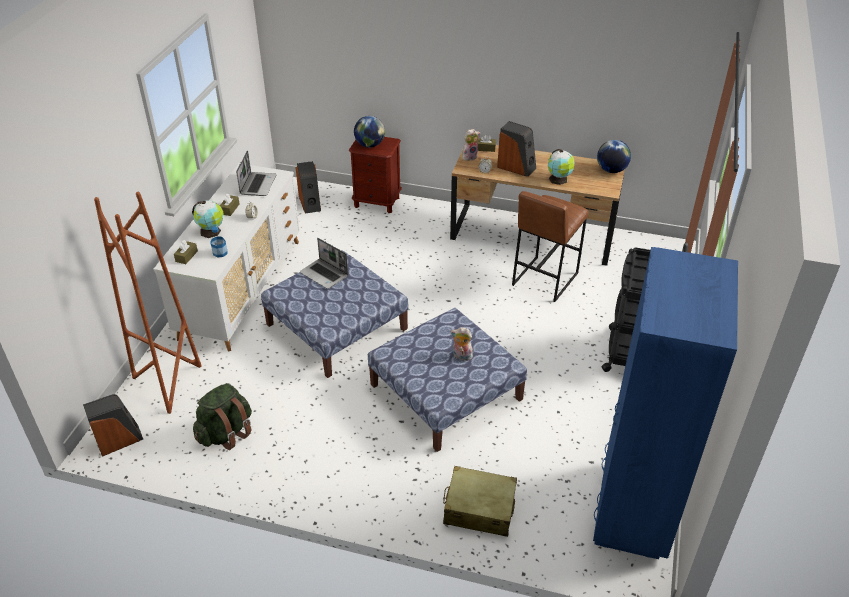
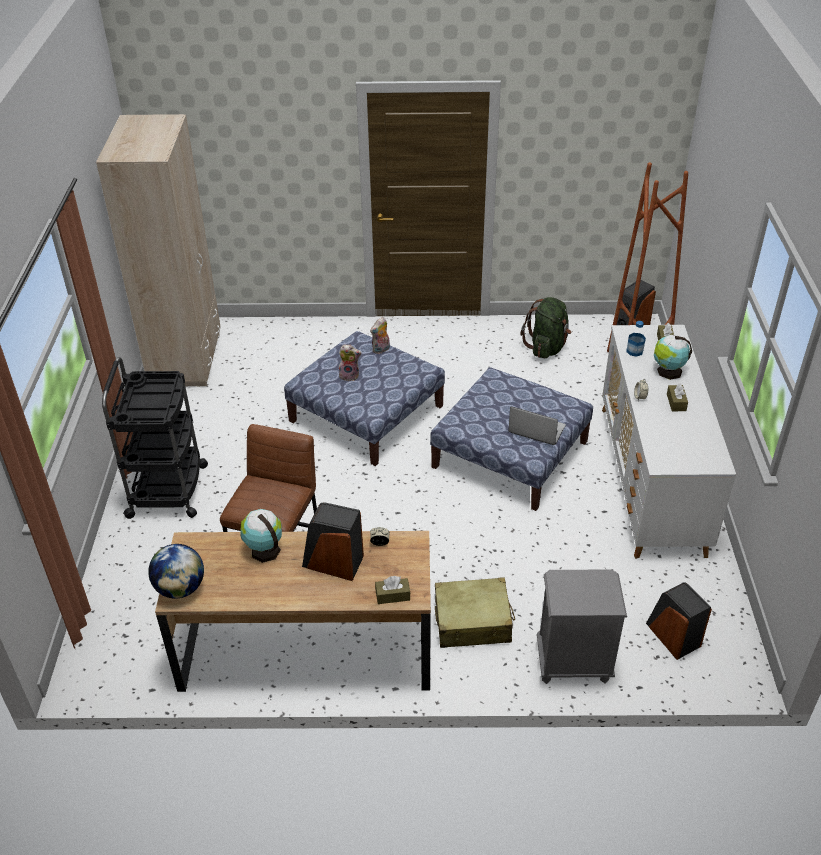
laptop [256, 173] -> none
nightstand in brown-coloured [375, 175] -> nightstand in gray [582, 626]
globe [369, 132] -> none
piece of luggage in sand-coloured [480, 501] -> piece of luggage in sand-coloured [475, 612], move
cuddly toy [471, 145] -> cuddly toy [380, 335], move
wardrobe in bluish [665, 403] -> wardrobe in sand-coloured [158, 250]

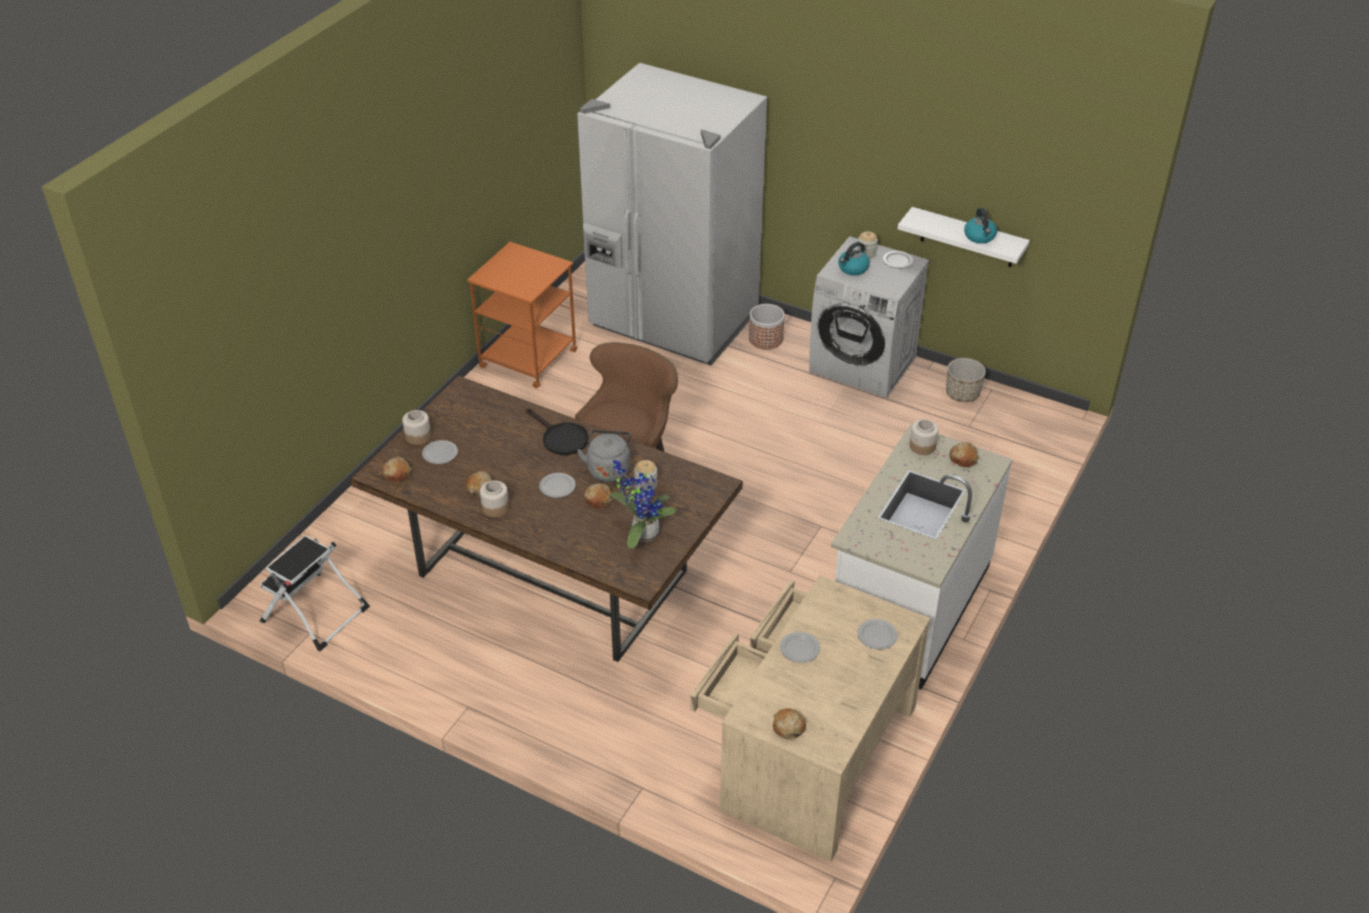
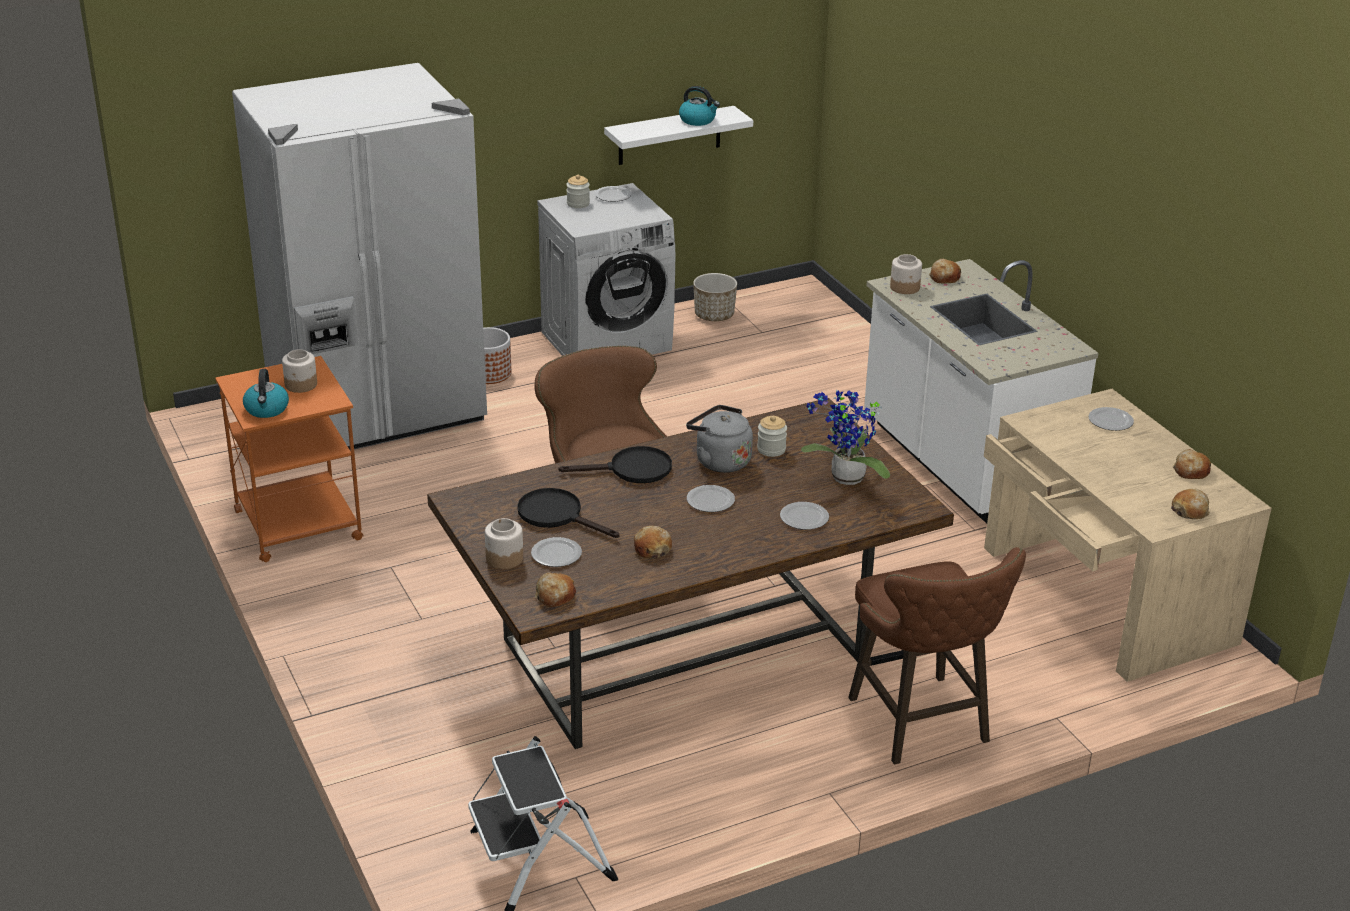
jar [494, 499] -> jar [299, 371], move
baked bread [598, 496] -> baked bread [1192, 464], move
dinner plate [800, 647] -> dinner plate [804, 516], move
kettle [854, 258] -> kettle [266, 393], move
none -> pan in blackish [568, 513]
none -> stool in brown-coloured [937, 656]

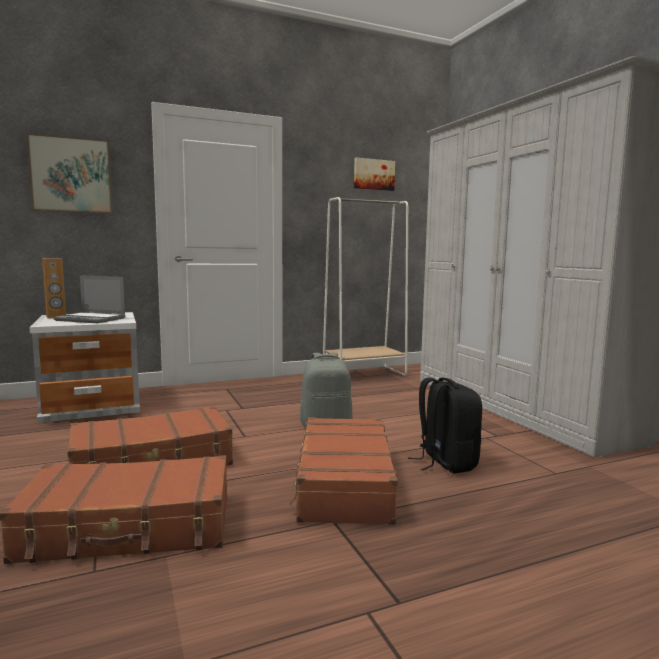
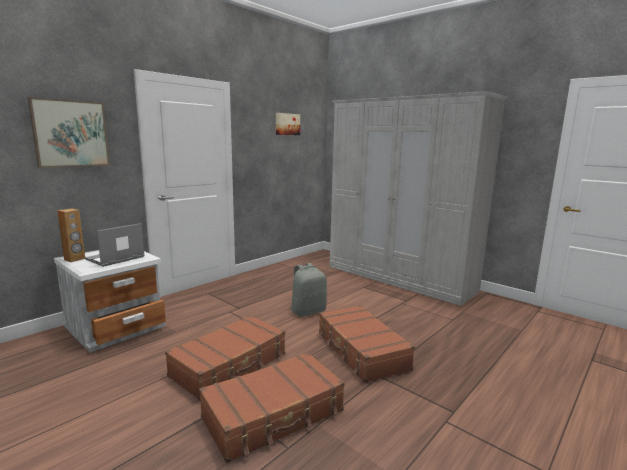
laptop [89, 299] -> laptop [115, 245], 135 degrees clockwise
garment rack [365, 286] -> none
rucksack in blackish [445, 426] -> none

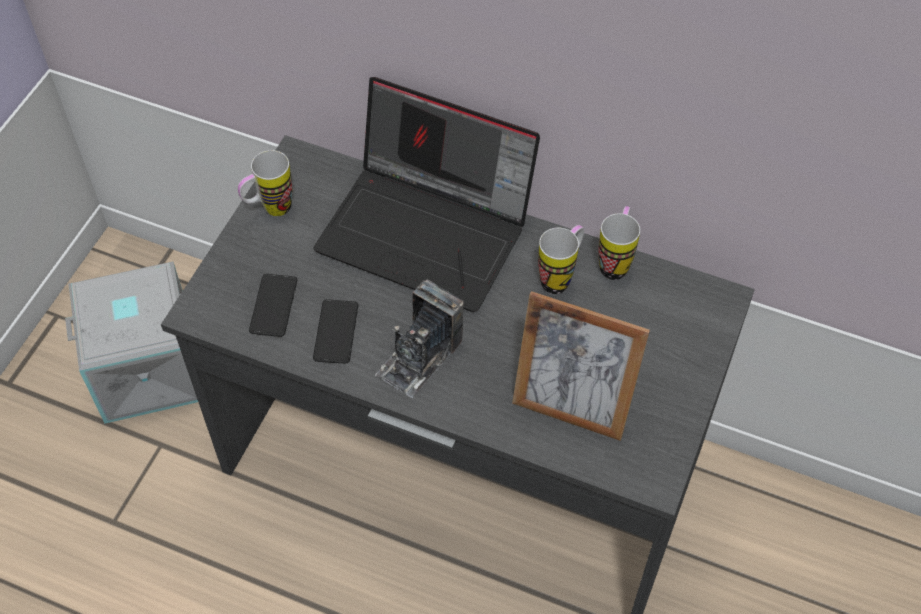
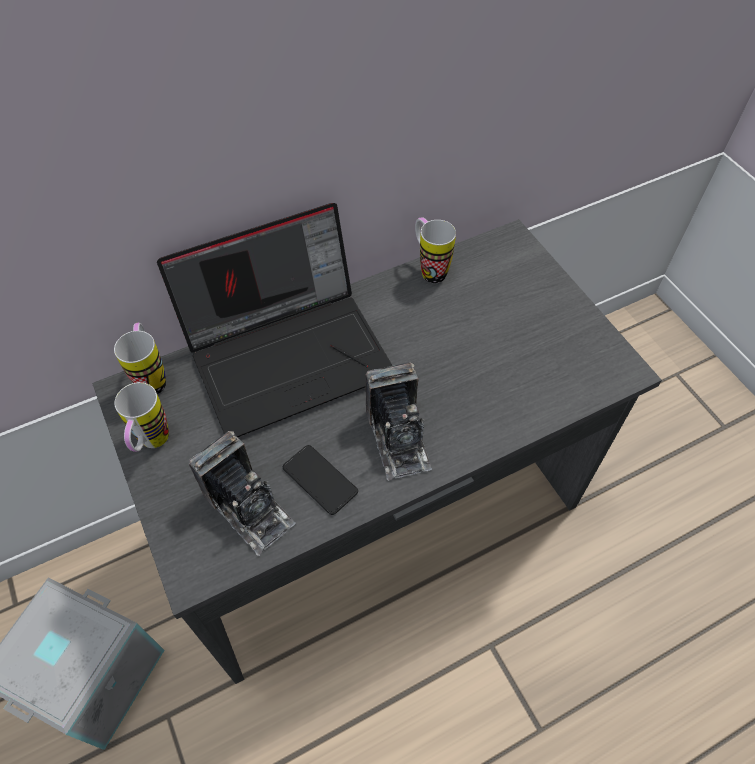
handset [273, 305] -> photo camera [242, 493]
photo frame [581, 366] -> none
coffee mug [561, 259] -> coffee mug [140, 359], move

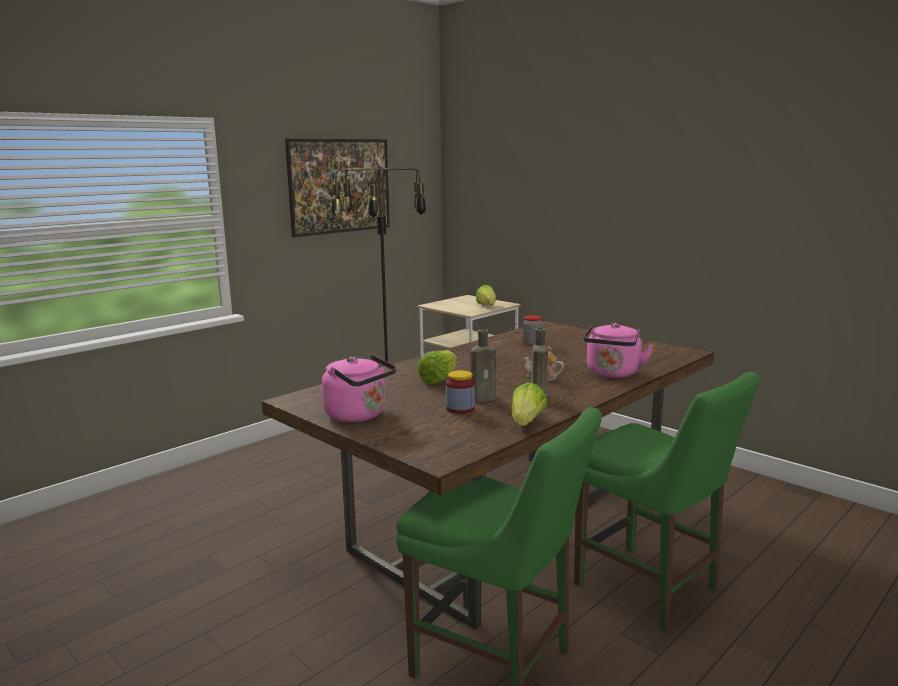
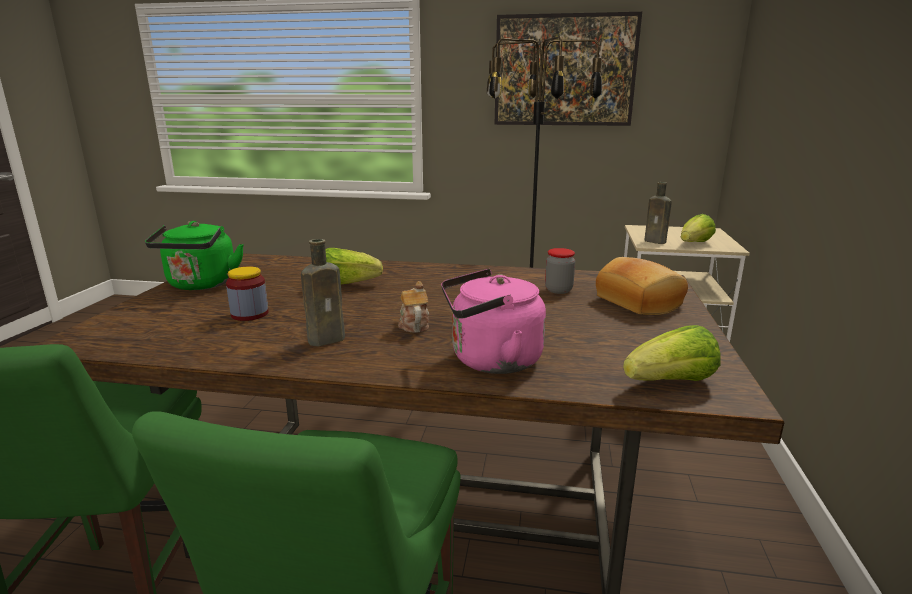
kettle in pink-coloured [359, 388] -> kettle in green-coloured [194, 255]
bottle in brown-coloured [483, 365] -> bottle in brown-coloured [658, 213], move
lettuce [529, 404] -> lettuce [672, 353], move
none -> baked bread [642, 286]

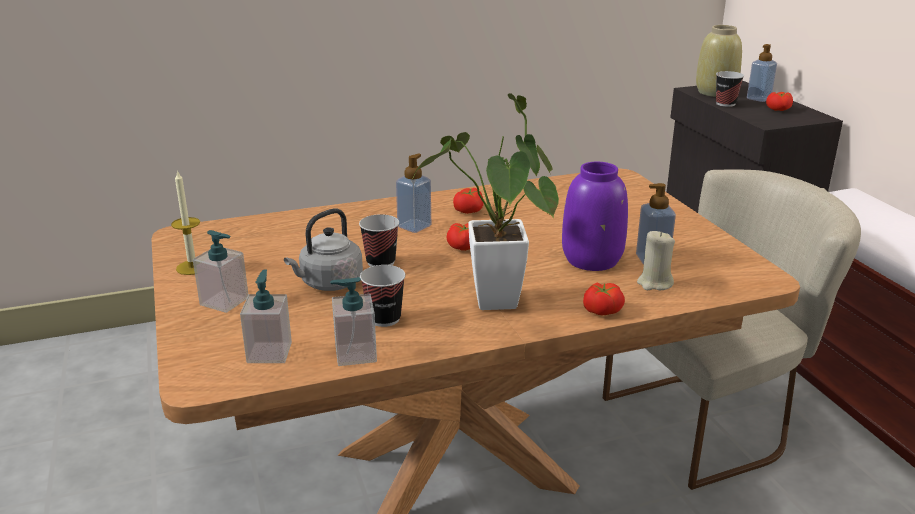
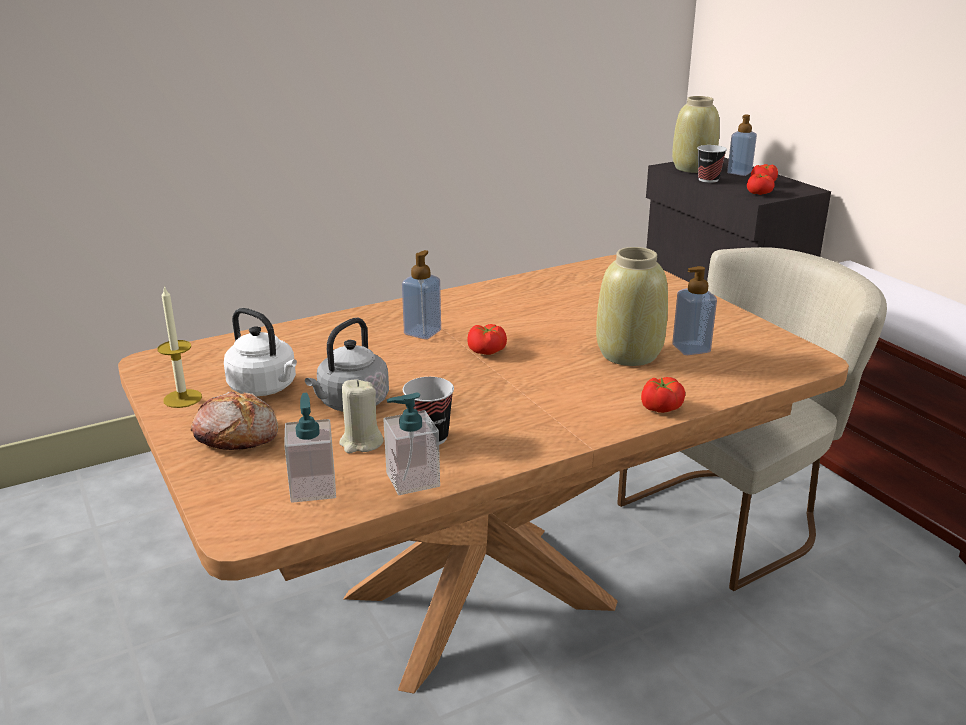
soap dispenser [220, 271] -> baked bread [234, 421]
drinking cup [379, 240] -> none
houseplant [486, 201] -> none
whole tomato [468, 201] -> whole tomato [761, 184], move
flower vase in purplish [595, 216] -> flower vase in sand-coloured [632, 306]
wax light in sand-coloured [656, 260] -> wax light in sand-coloured [361, 417], move
none -> kettle in whitish [260, 352]

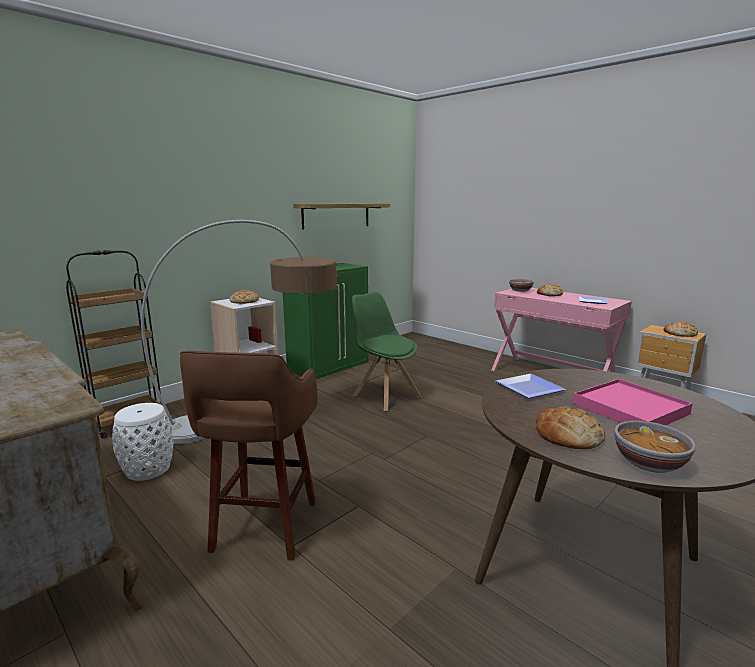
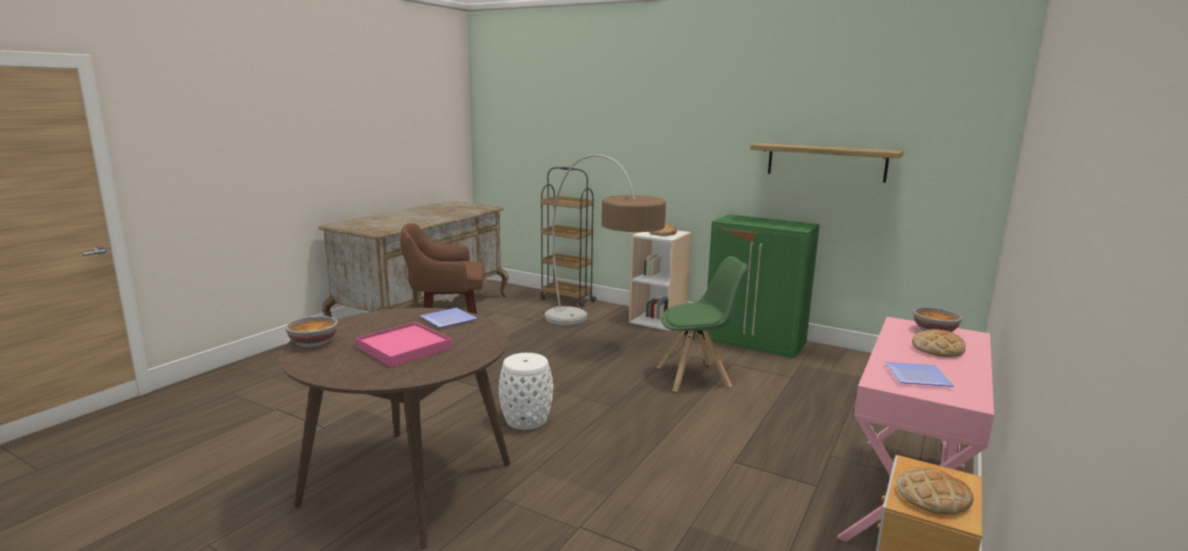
stool in whitish [143, 442] -> stool in whitish [525, 391], move
upright chair in green-coloured [387, 351] -> upright chair in green-coloured [702, 324], 45 degrees clockwise
baked bread [570, 427] -> none

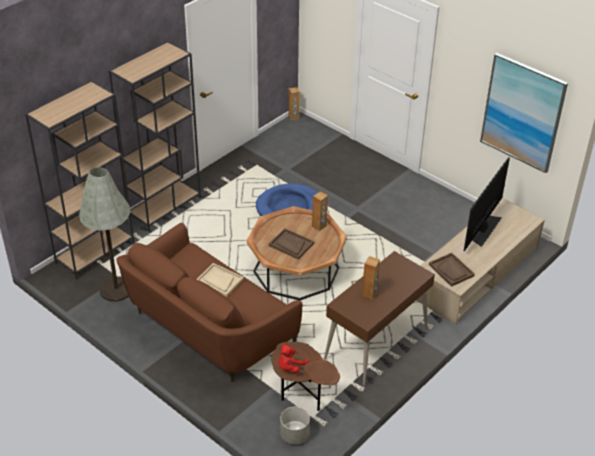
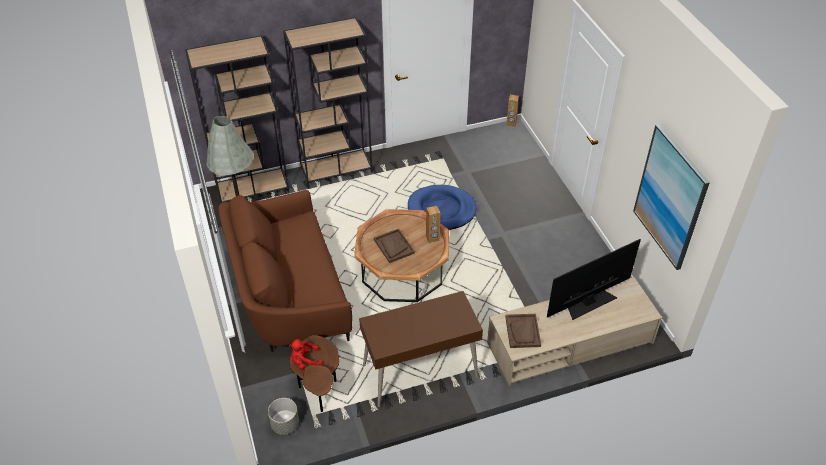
tray in sand-coloured [220, 280] -> none
speaker in brown-coloured [371, 278] -> none

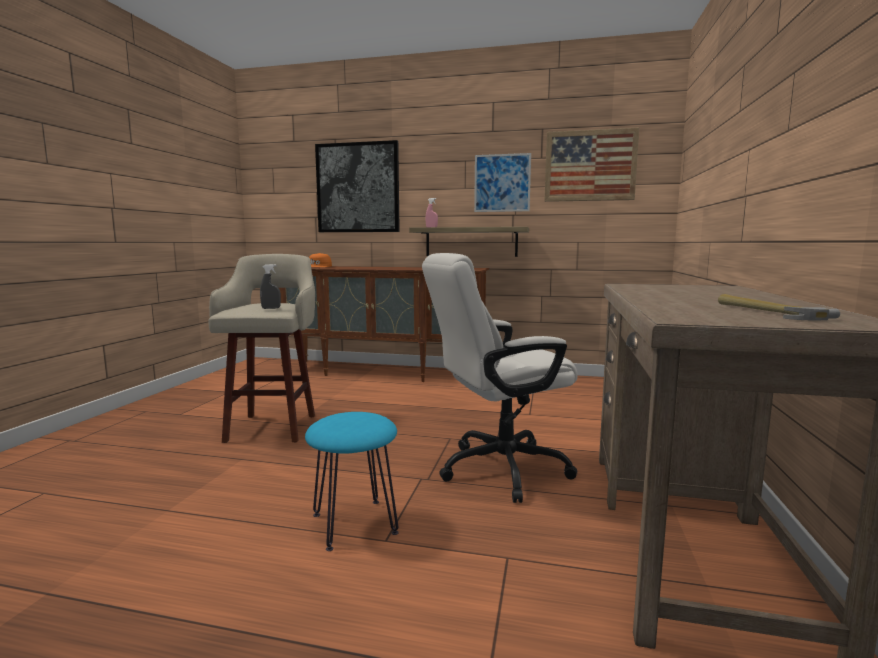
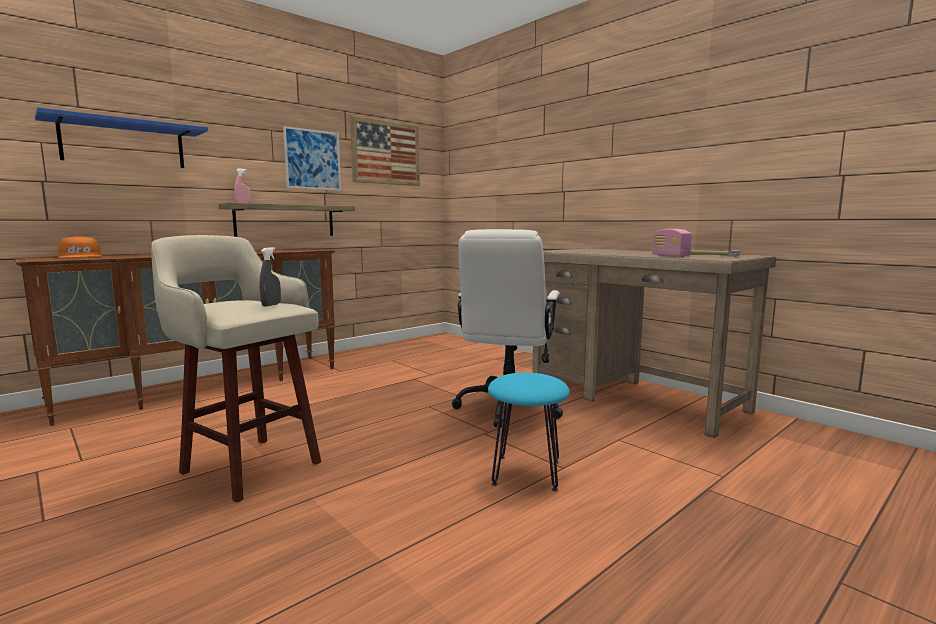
picture [357, 186] -> shelf in bluish [121, 137]
none -> radio receiver [672, 243]

